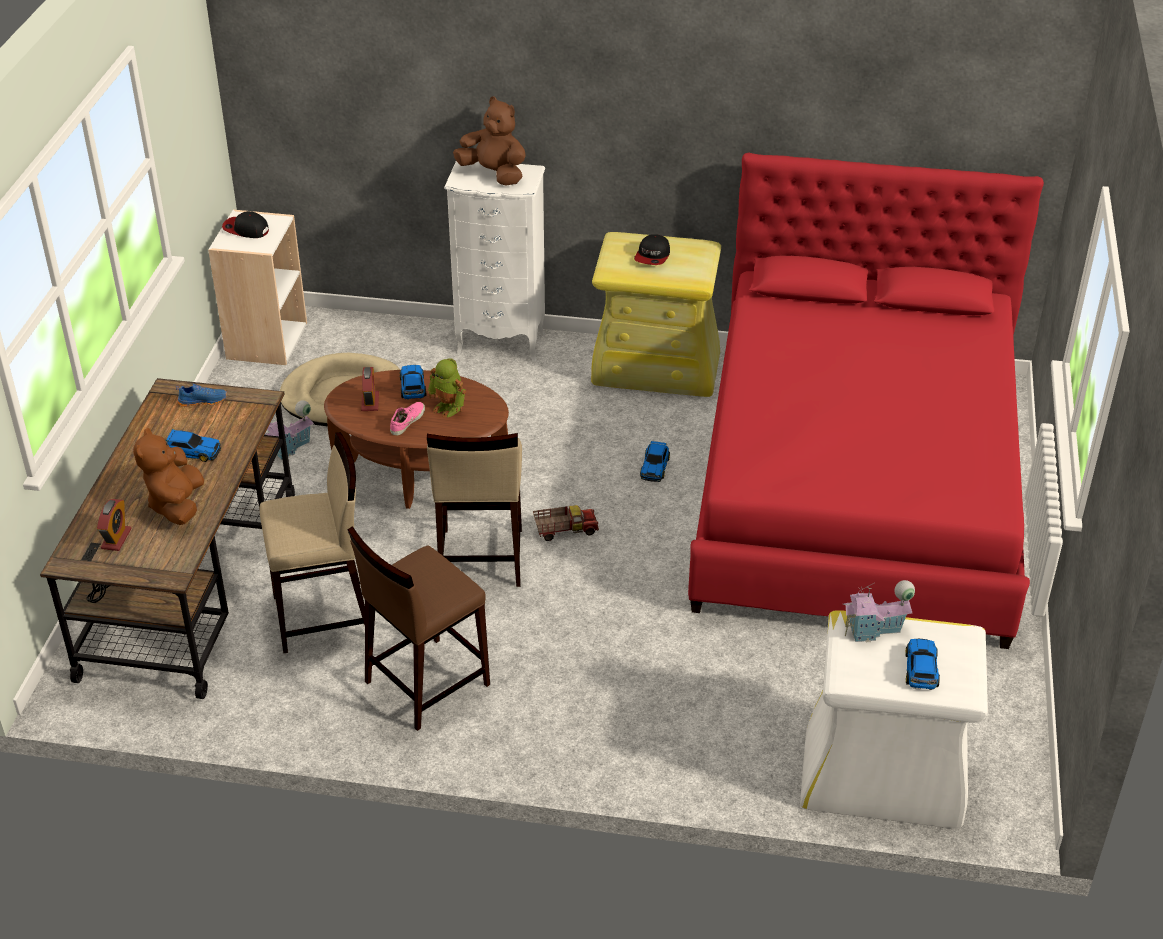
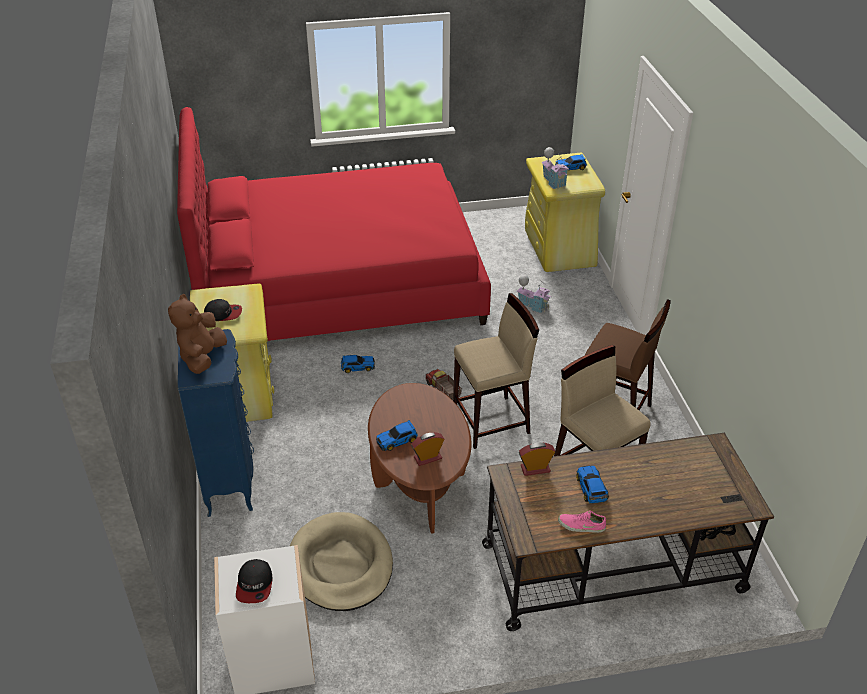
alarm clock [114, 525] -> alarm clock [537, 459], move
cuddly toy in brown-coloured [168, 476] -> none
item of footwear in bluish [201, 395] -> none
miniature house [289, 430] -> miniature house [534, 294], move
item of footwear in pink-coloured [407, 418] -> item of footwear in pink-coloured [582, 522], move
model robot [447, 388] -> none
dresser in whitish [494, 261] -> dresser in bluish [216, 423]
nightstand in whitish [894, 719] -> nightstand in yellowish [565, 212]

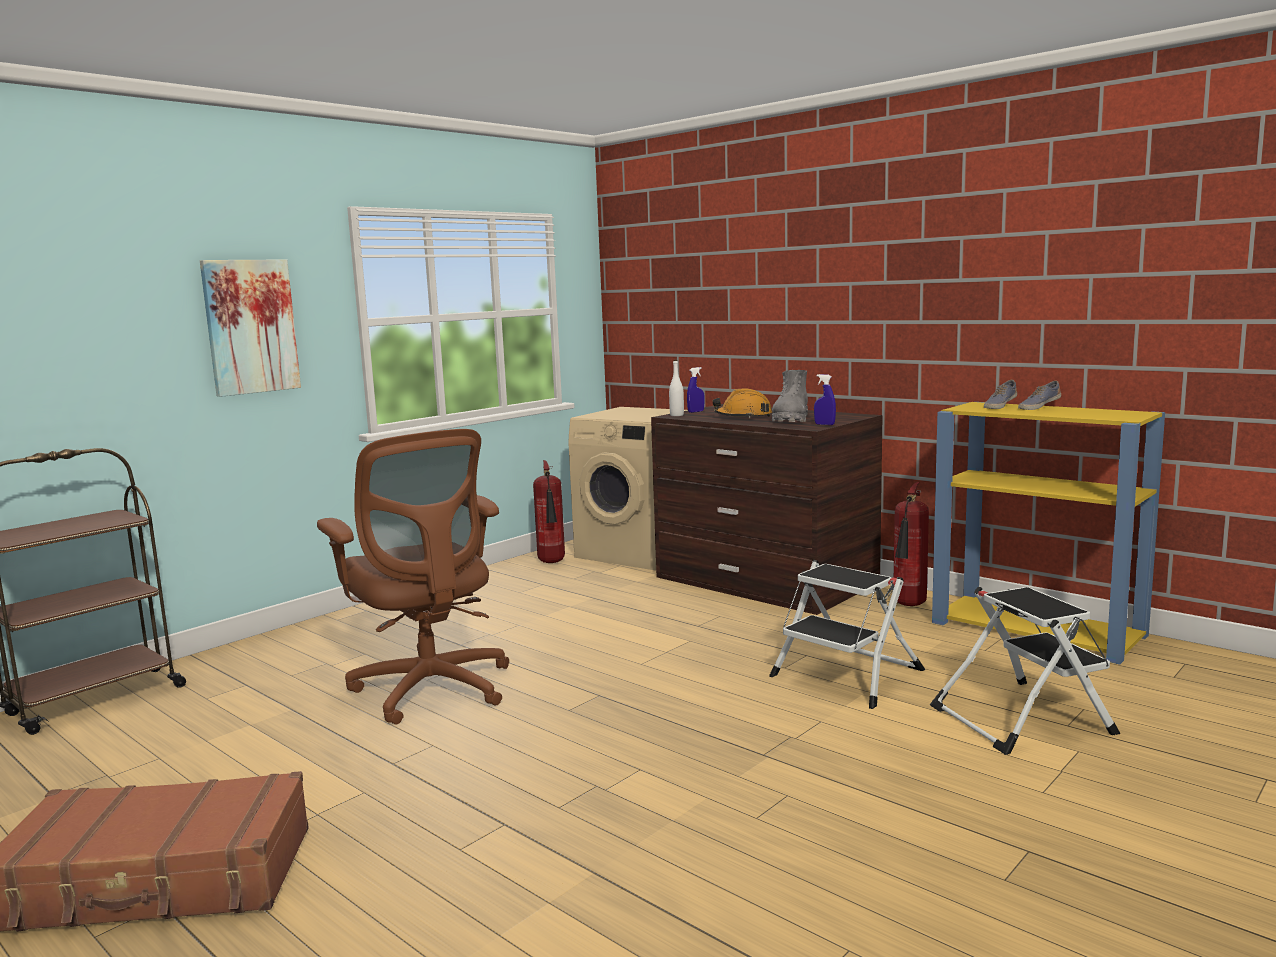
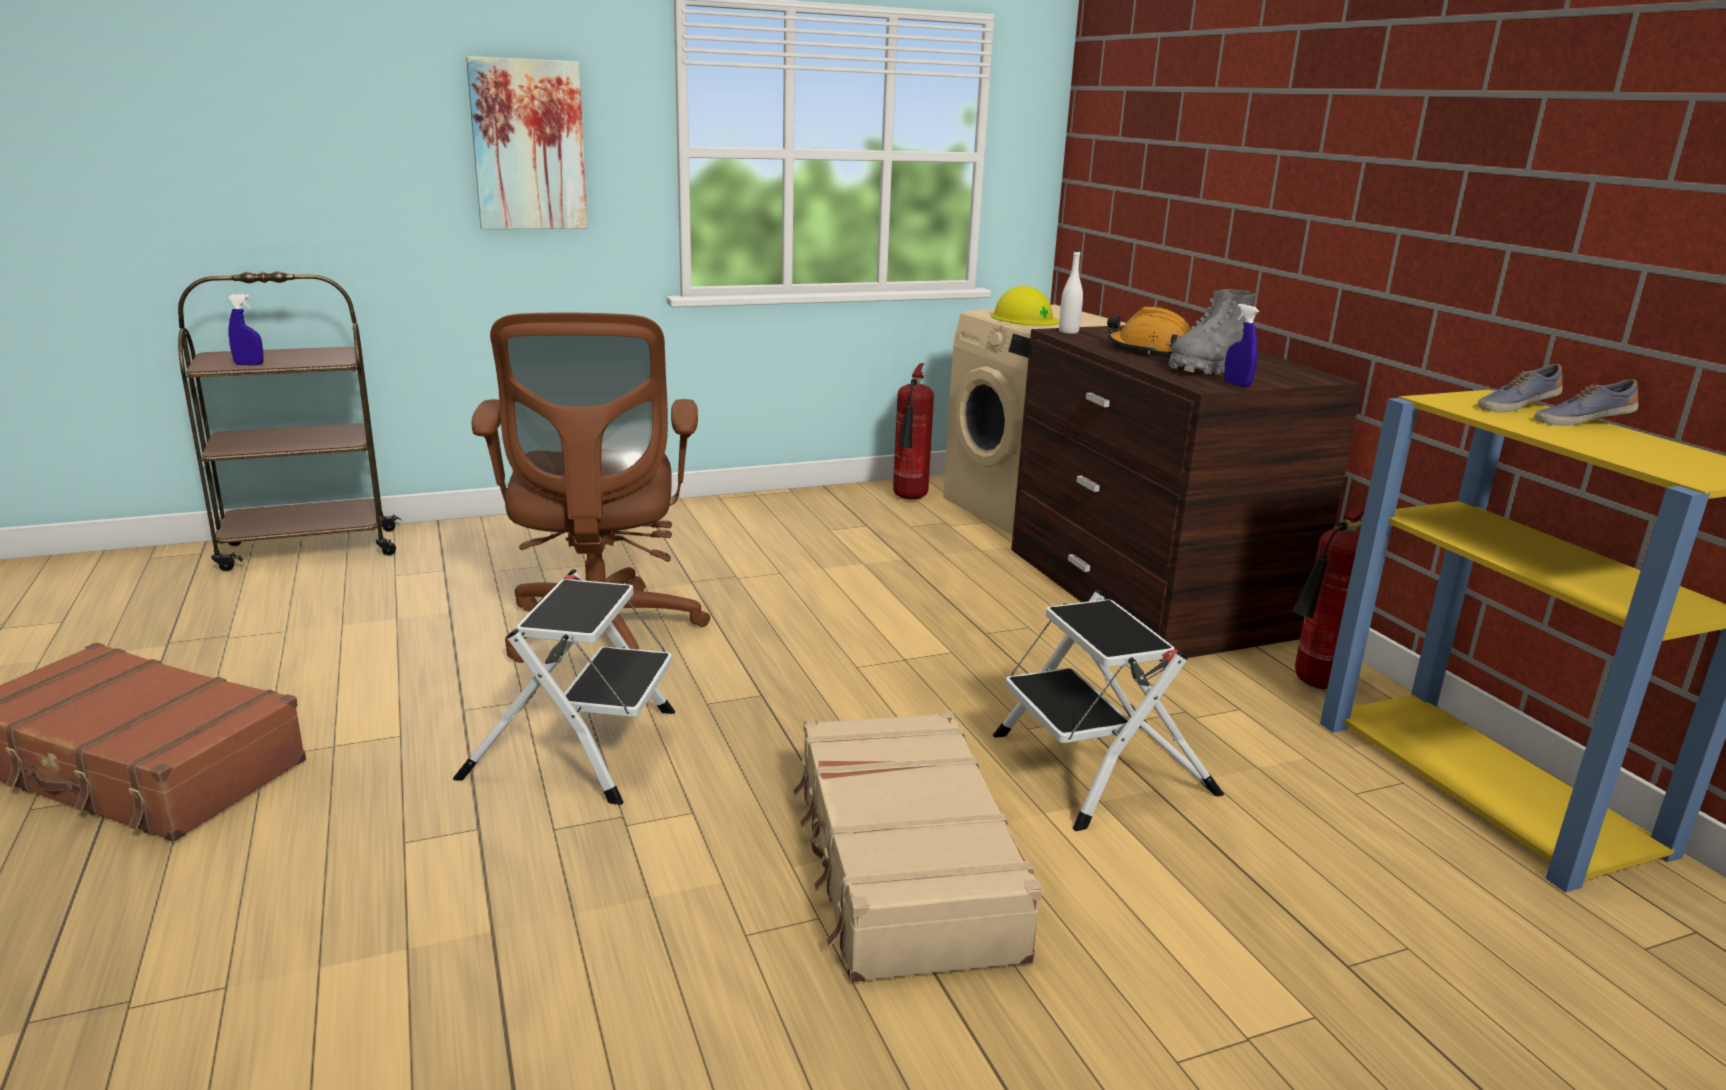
hand sprayer in bluish [696, 390] -> hand sprayer in bluish [246, 330], move
step stool [1025, 671] -> step stool [564, 687], move
none -> piece of luggage in sand-coloured [918, 847]
none -> work helmet in yellowish [1025, 306]

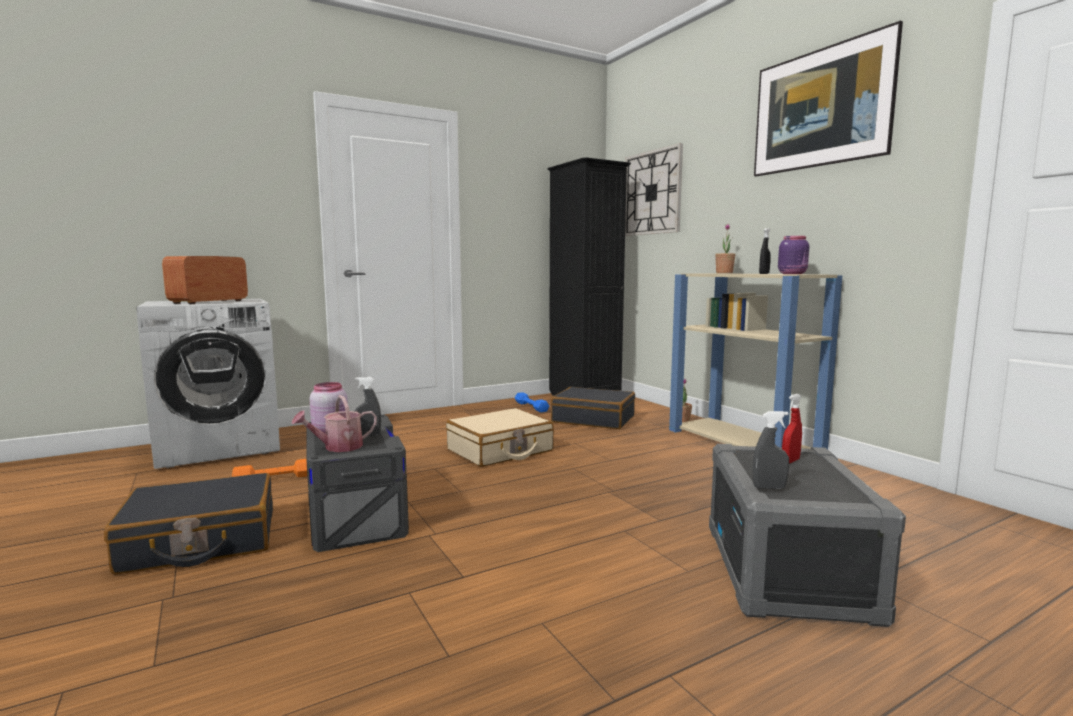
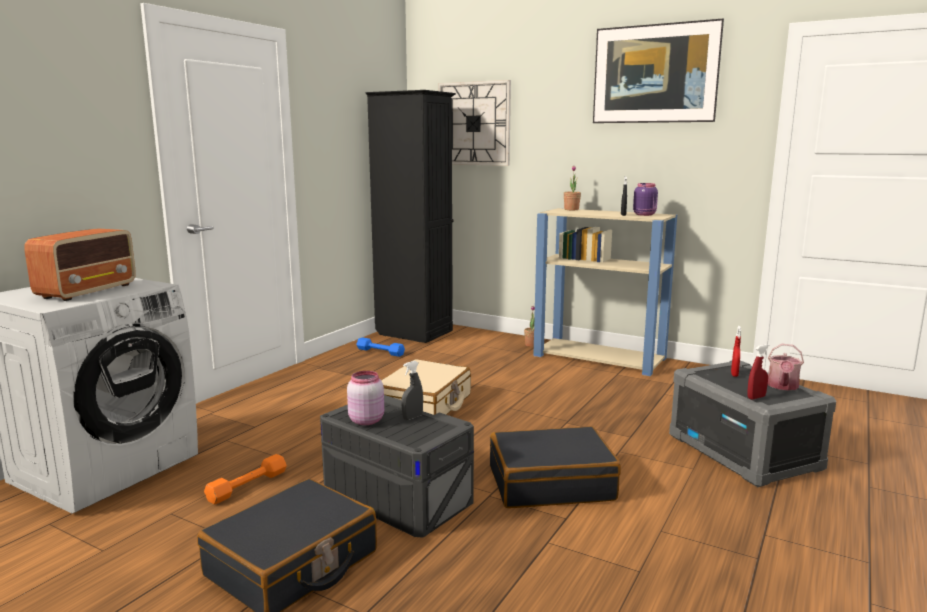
radio receiver [205, 280] -> radio receiver [80, 265], 150 degrees counterclockwise
sprinkling can [334, 423] -> sprinkling can [786, 367], move
piece of luggage in blackish [593, 408] -> piece of luggage in blackish [555, 467], move
hand sprayer in gray [771, 450] -> hand sprayer in reddish [758, 371]

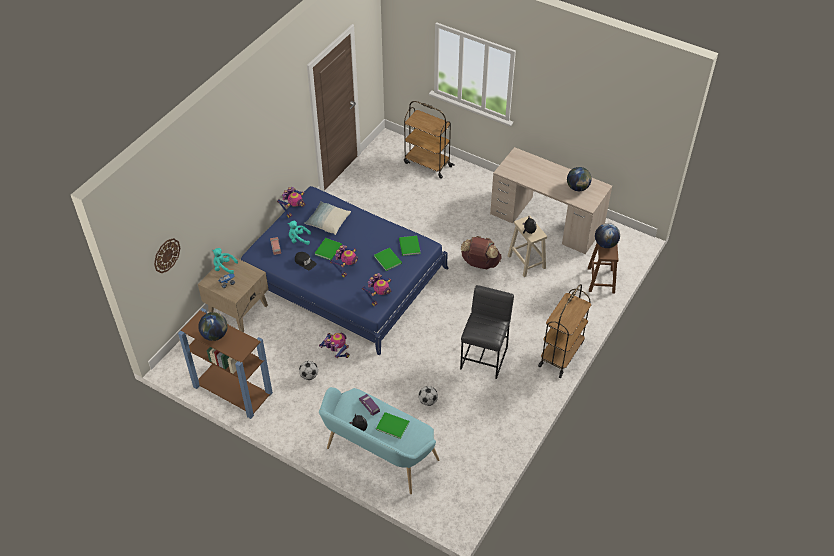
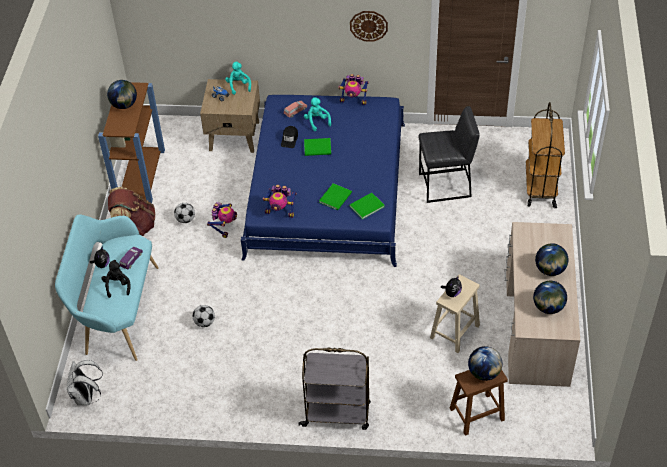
hanging clock [167, 255] -> hanging clock [369, 26], move
throw pillow [327, 218] -> none
model robot [344, 261] -> none
bound book in green-coloured [392, 425] -> cuddly toy in blackish [116, 279]
stool in gray [487, 332] -> stool in gray [449, 154], move
rucksack in brown-coloured [481, 252] -> rucksack in brown-coloured [131, 211], move
trolley in brown-coloured [564, 331] -> trolley in gray [334, 388]
none -> rucksack in whitish [85, 383]
none -> globe [551, 259]

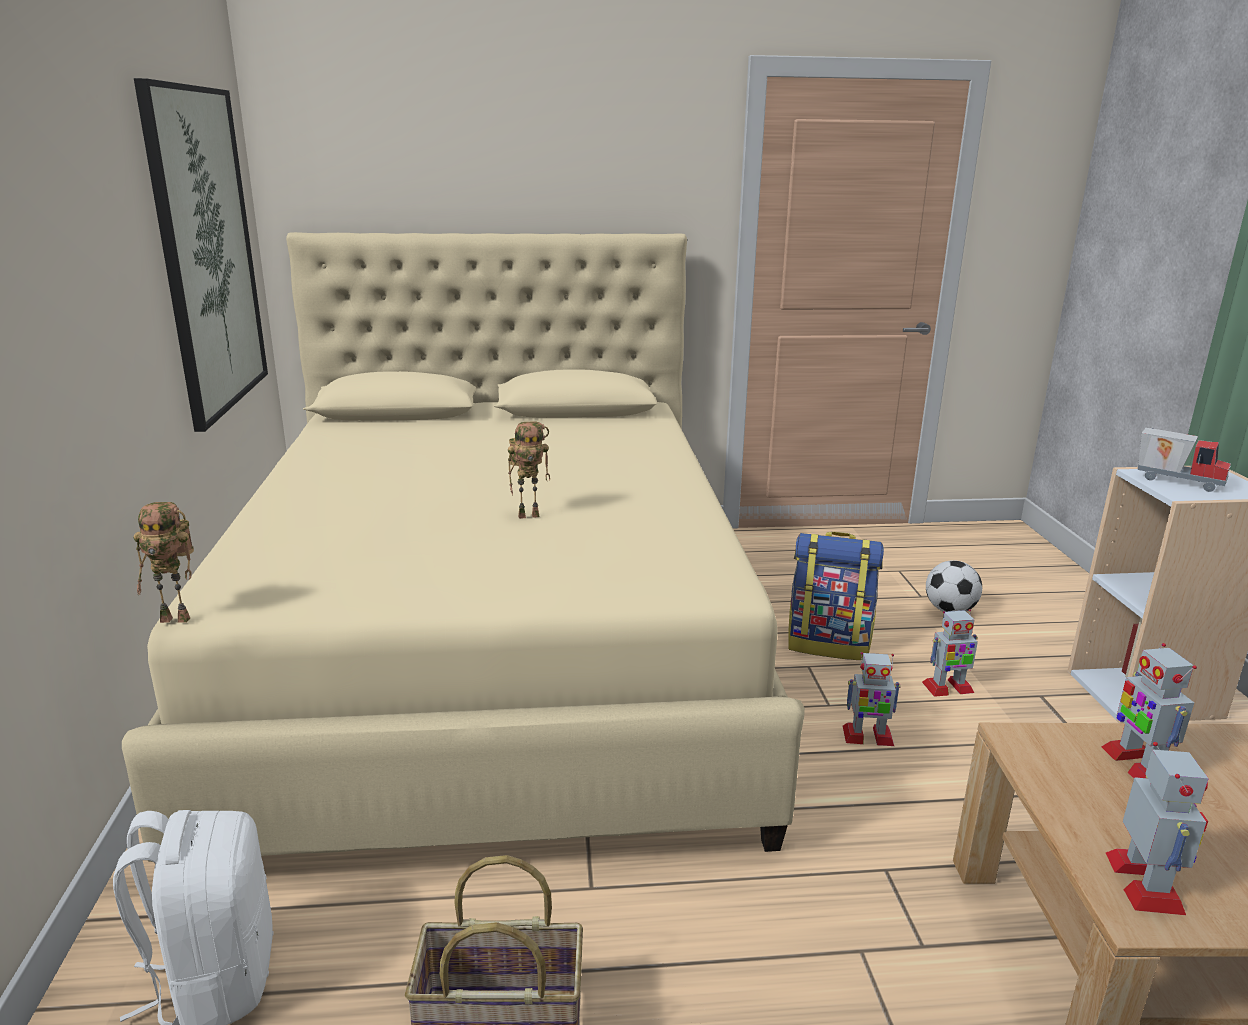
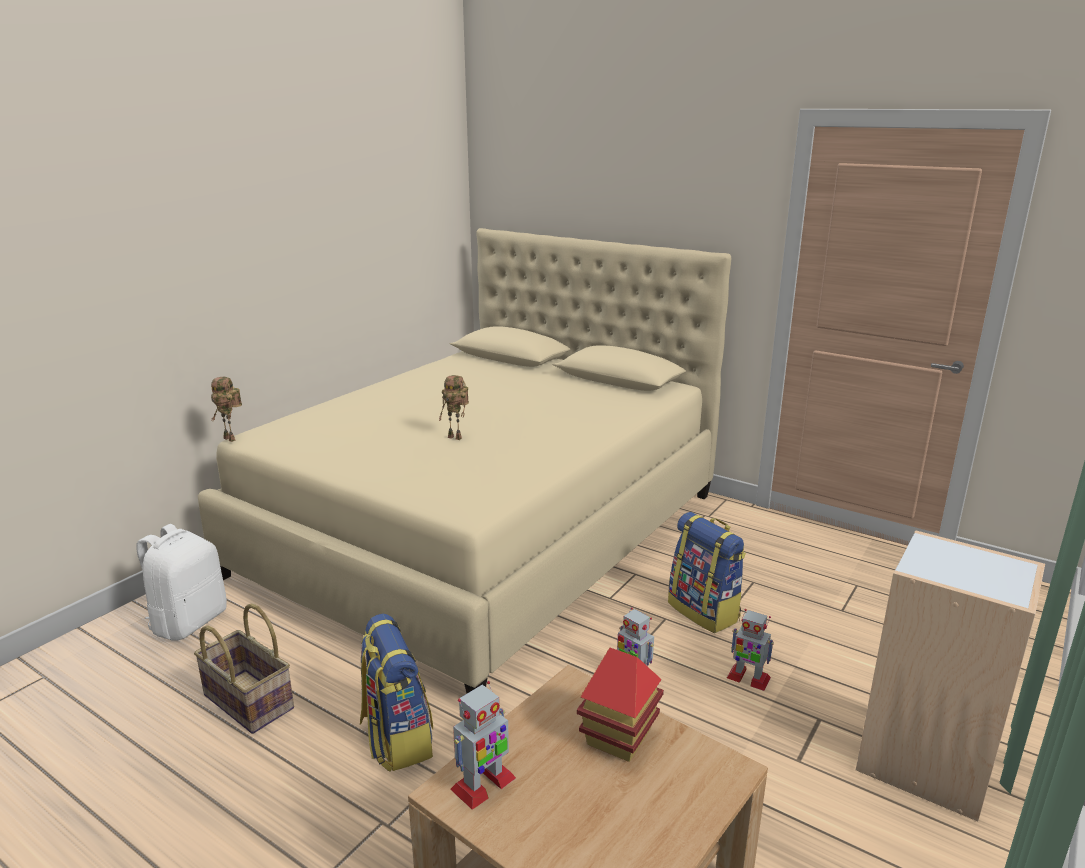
picture [201, 255] -> none
ball for football [954, 586] -> none
model robot [1149, 710] -> miniature house [620, 705]
model truck [1184, 460] -> none
none -> rucksack [396, 693]

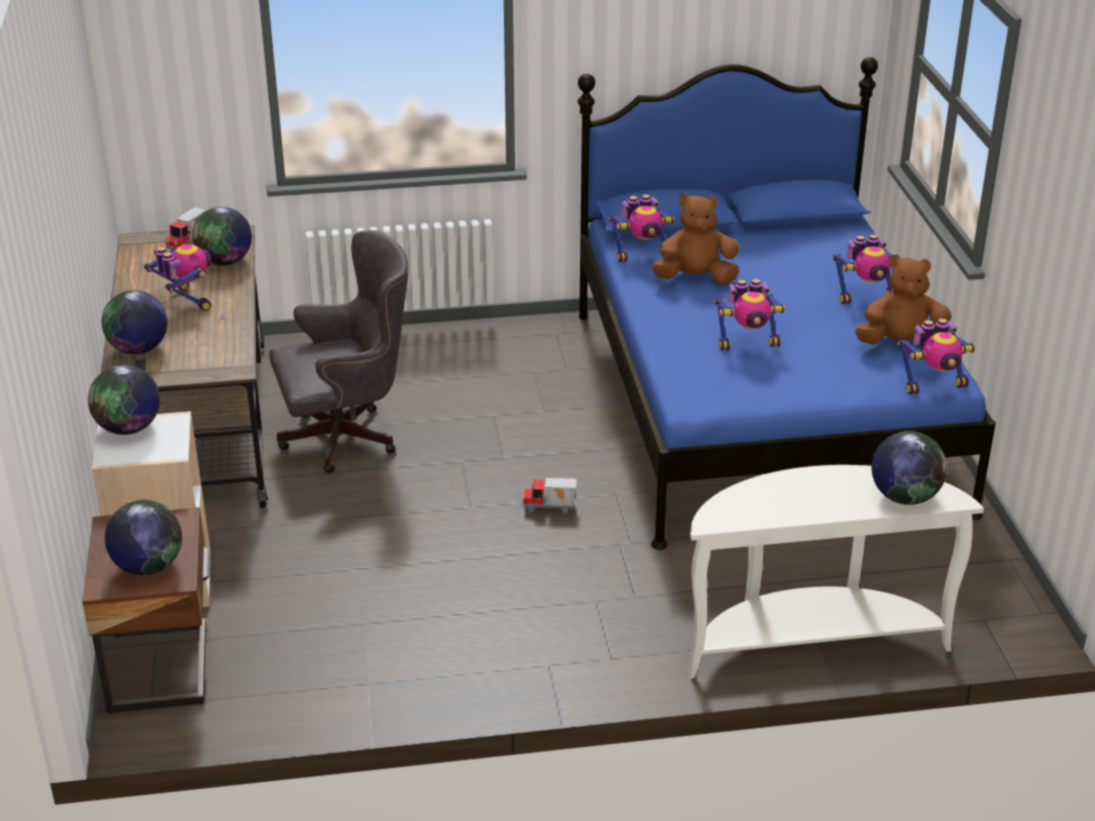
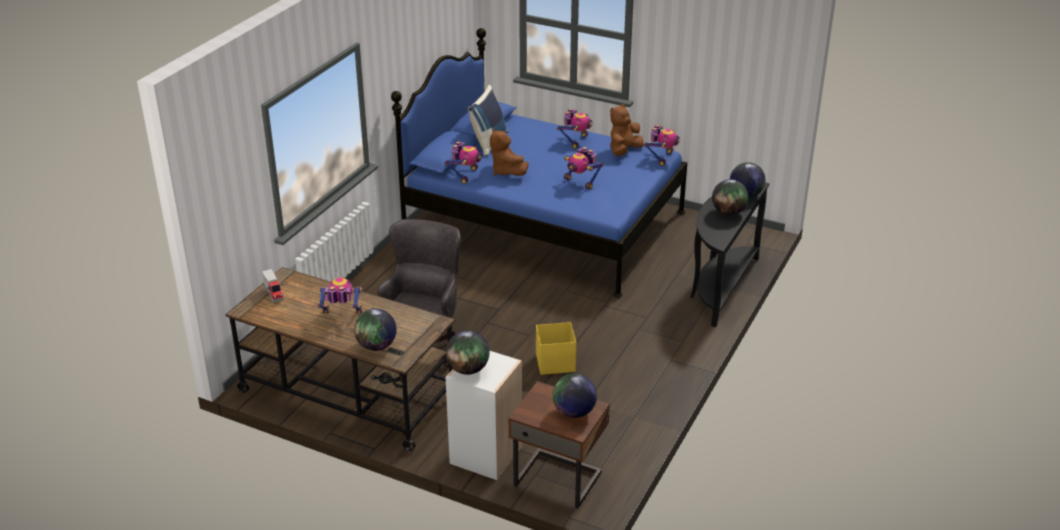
globe [222, 236] -> globe [730, 197], move
model truck [550, 495] -> none
cuddly toy in brown-coloured [695, 238] -> cuddly toy in brown-coloured [509, 152], 60 degrees counterclockwise
console table in whitish [835, 572] -> console table in blackish [730, 255]
model robot [749, 314] -> model robot [584, 168], 105 degrees clockwise
none -> throw pillow in bluish [488, 120]
none -> storage bin in yellowish [556, 348]

